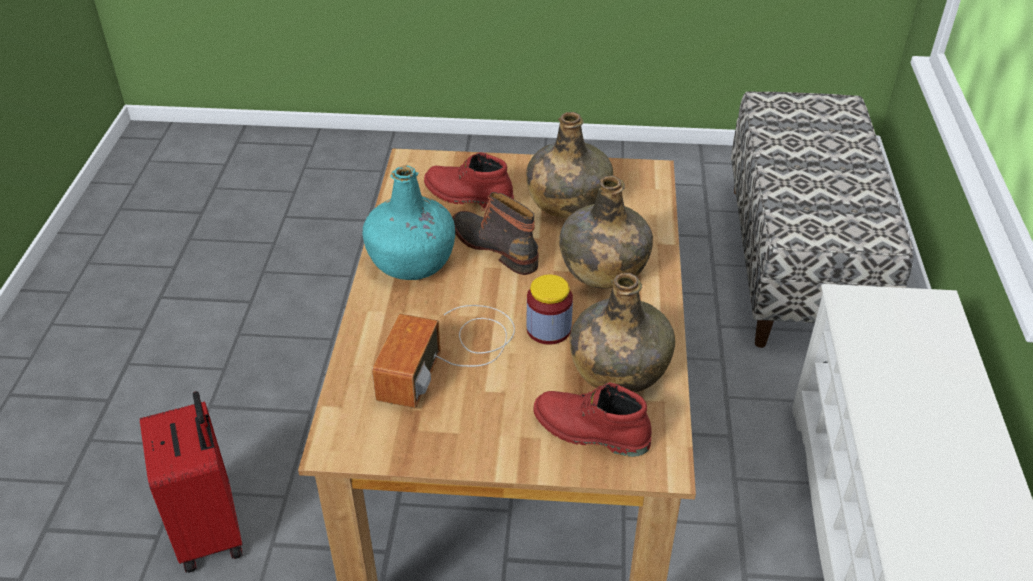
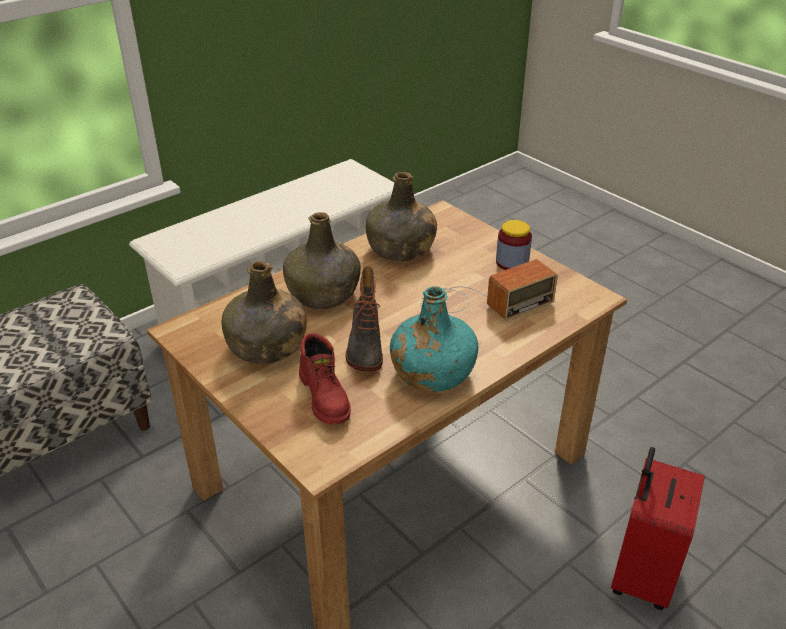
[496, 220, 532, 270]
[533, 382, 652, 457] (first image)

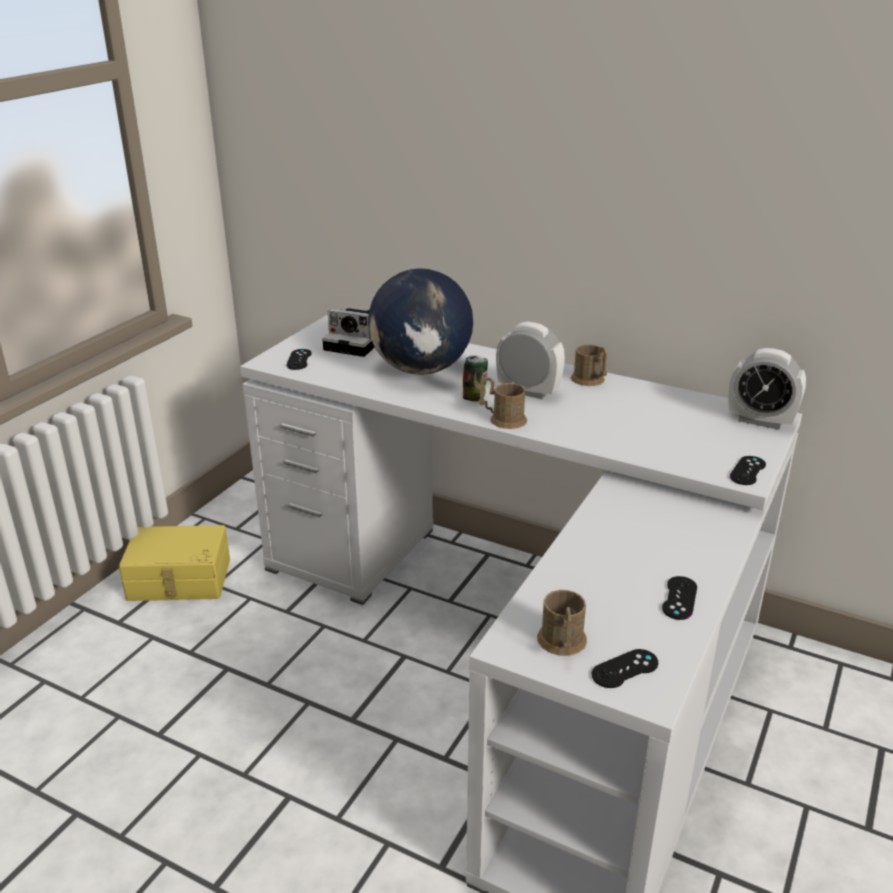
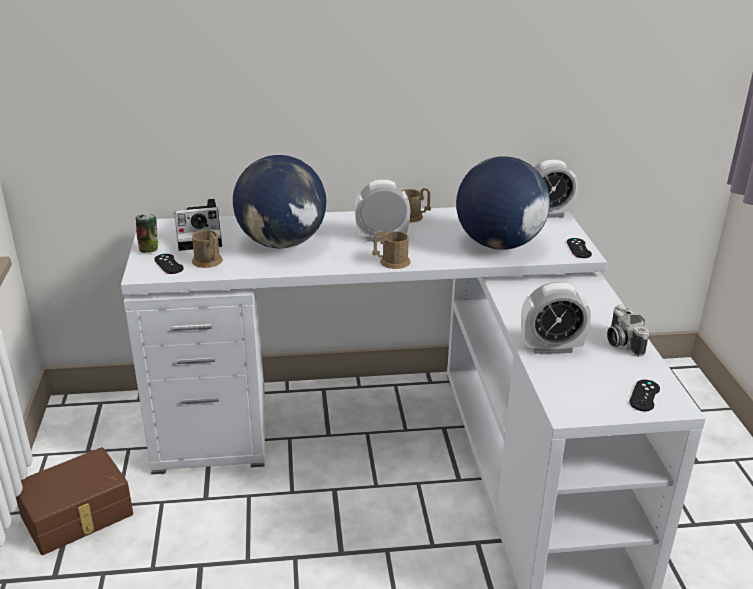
[16, 447, 133, 555]
[135, 214, 158, 253]
[192, 230, 223, 268]
[607, 305, 650, 357]
[456, 156, 550, 250]
[521, 282, 591, 354]

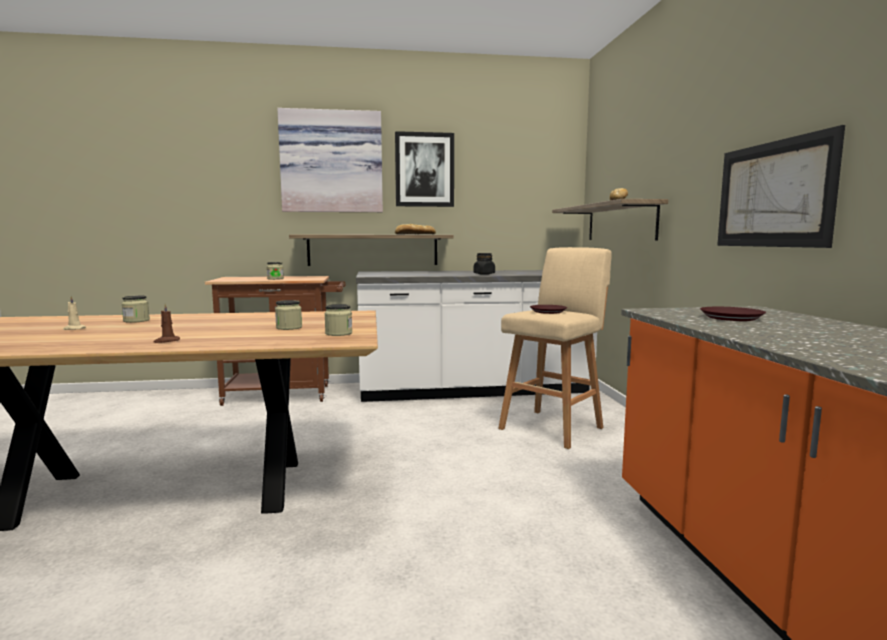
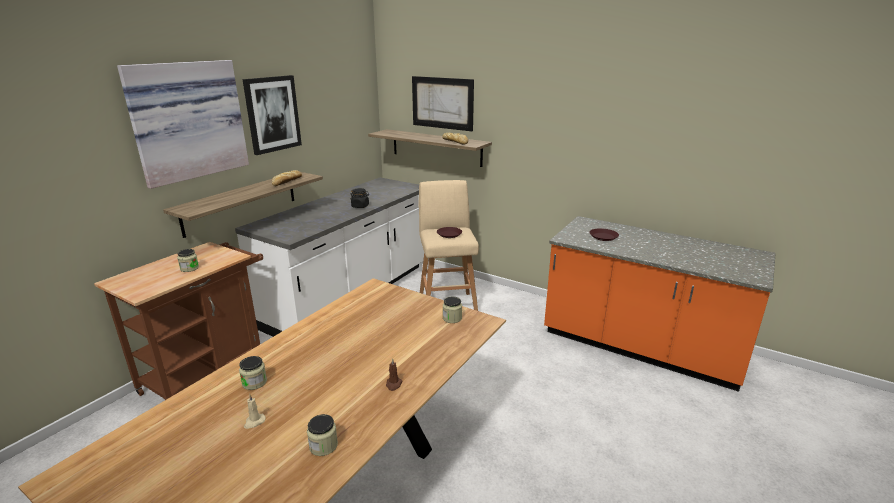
[307, 414, 338, 456]
[412, 76, 474, 131]

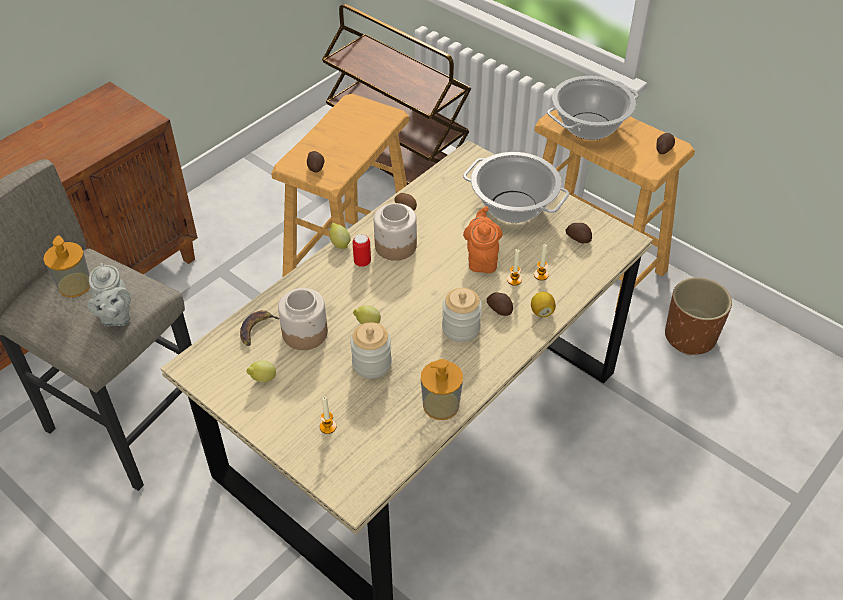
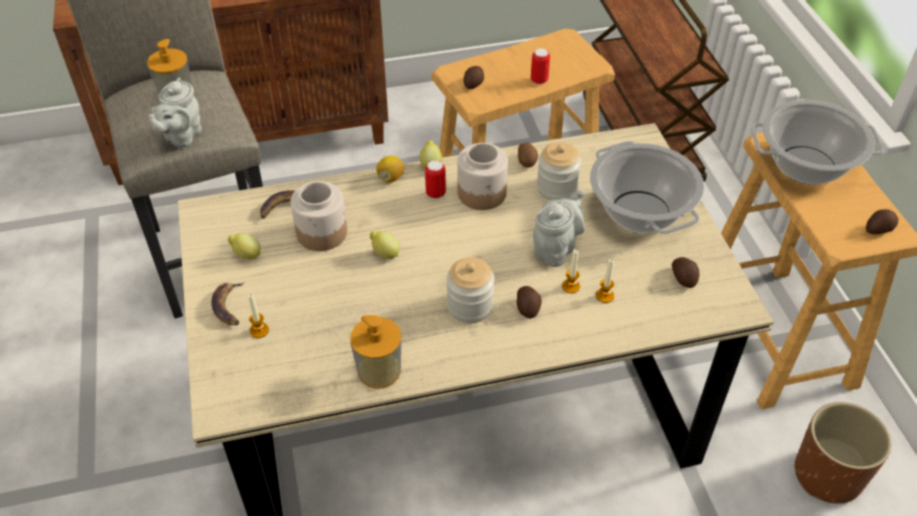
[537, 142, 581, 201]
[533, 190, 585, 267]
[376, 156, 404, 183]
[211, 283, 244, 325]
[531, 48, 550, 84]

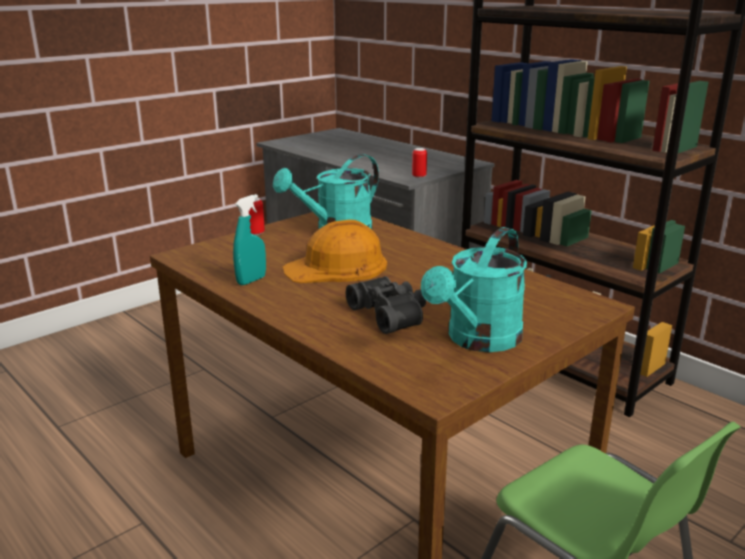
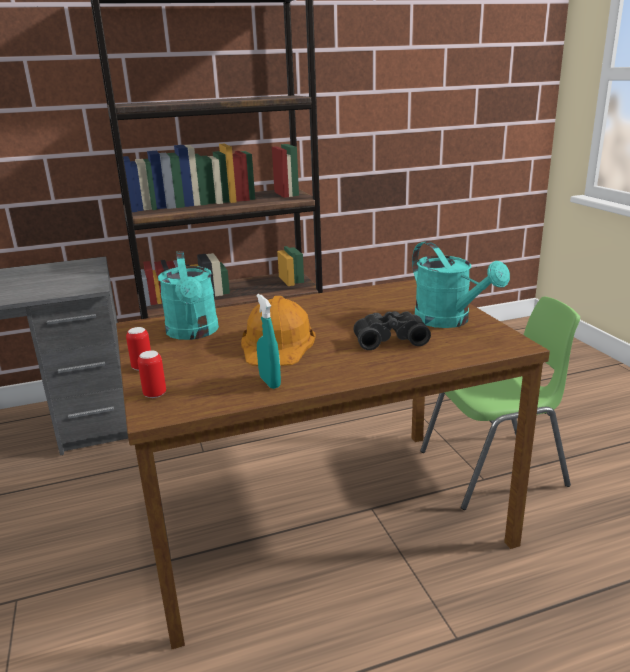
[138, 350, 166, 398]

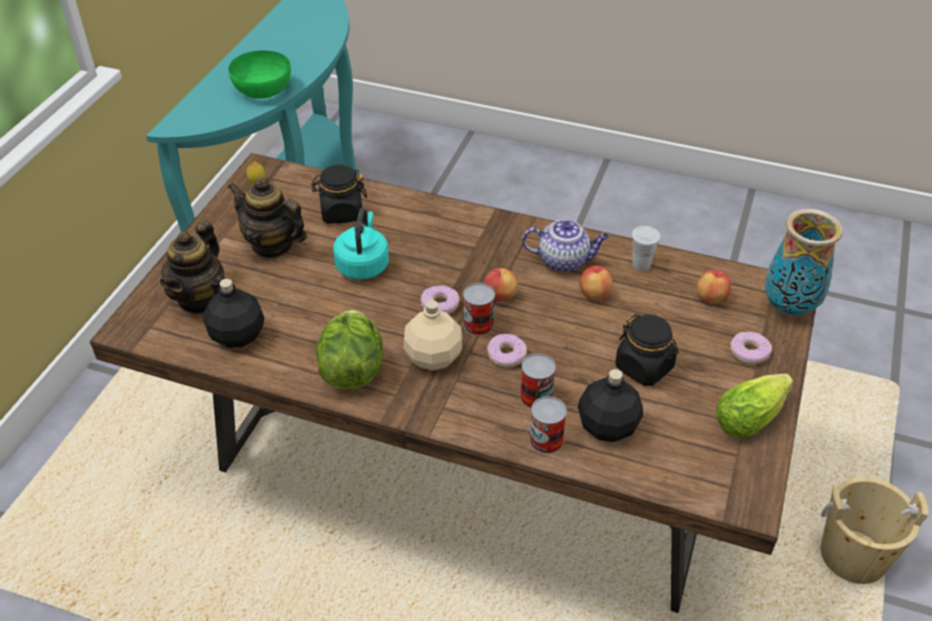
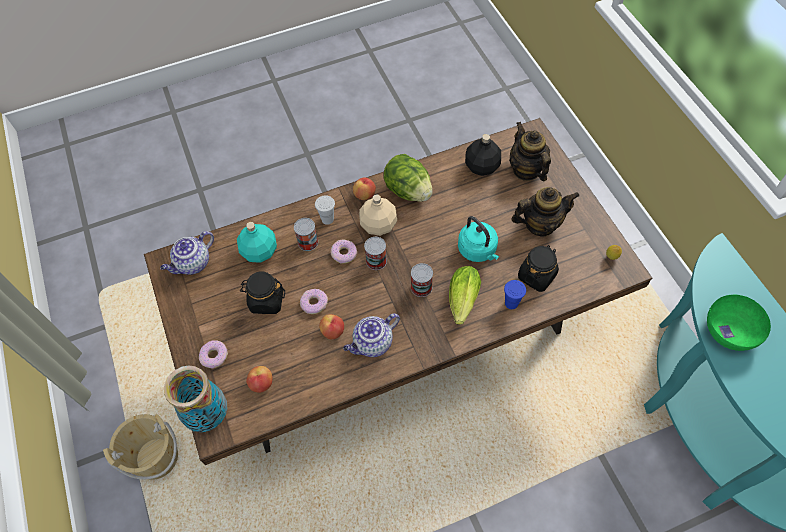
[300, 289, 328, 314]
[353, 178, 376, 200]
[411, 263, 433, 297]
[237, 222, 277, 263]
[315, 195, 335, 225]
[449, 266, 481, 325]
[160, 231, 214, 275]
[504, 280, 526, 309]

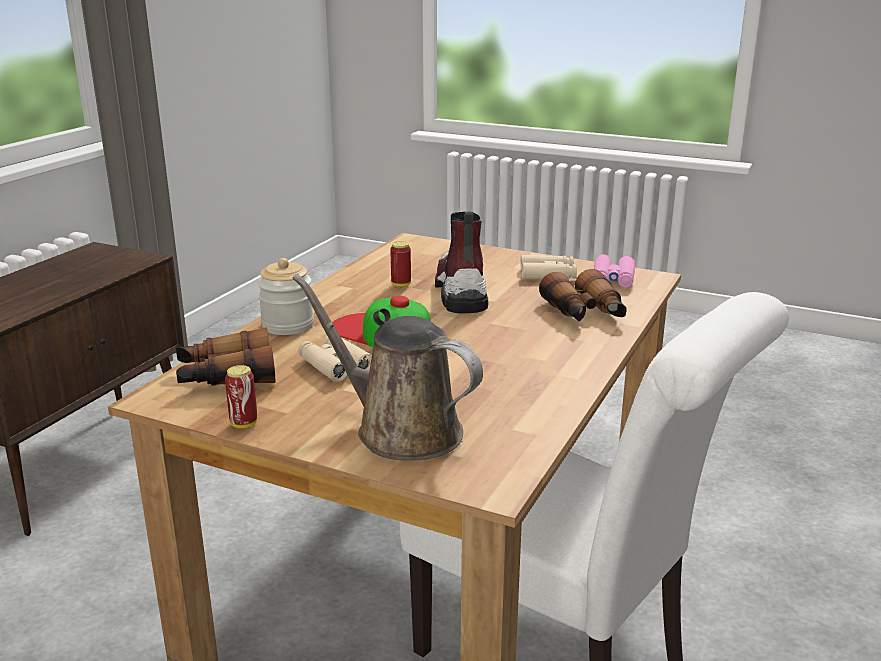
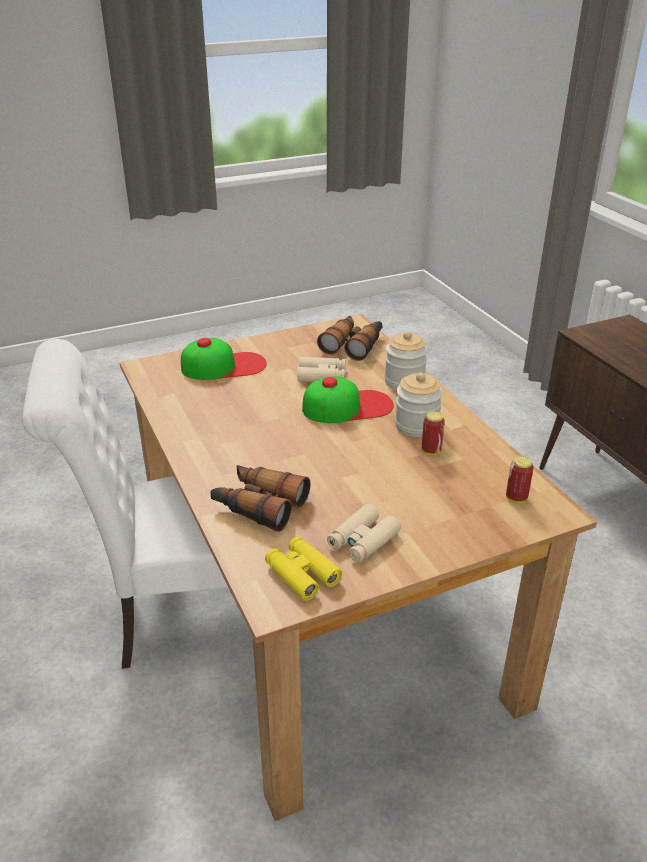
[506, 456, 533, 504]
[181, 338, 267, 380]
[435, 211, 488, 313] (first image)
[265, 536, 342, 601]
[395, 373, 443, 437]

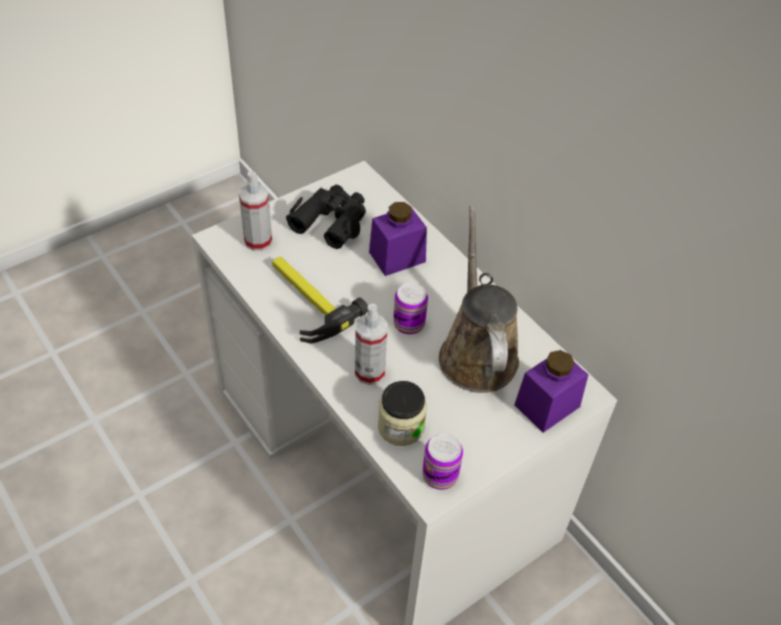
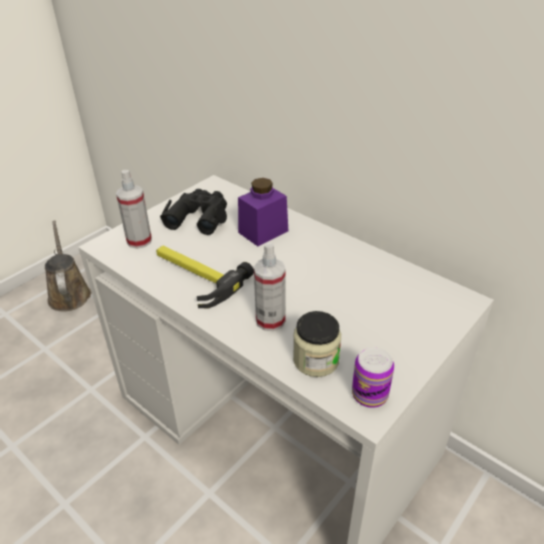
[393, 283, 428, 335] (first image)
[45, 221, 91, 311]
[514, 350, 588, 433] (first image)

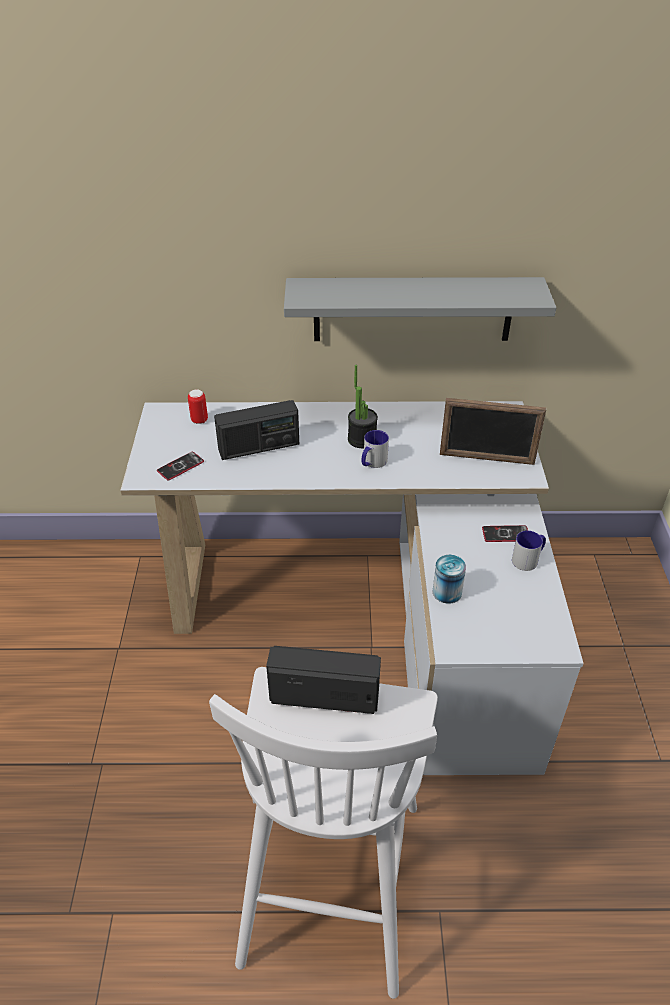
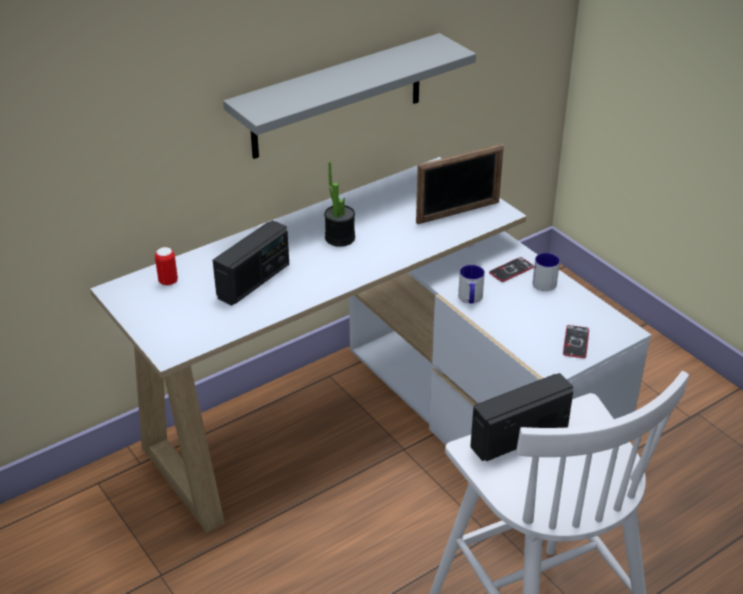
[563, 325, 589, 358]
[458, 265, 485, 304]
[433, 555, 466, 604] (first image)

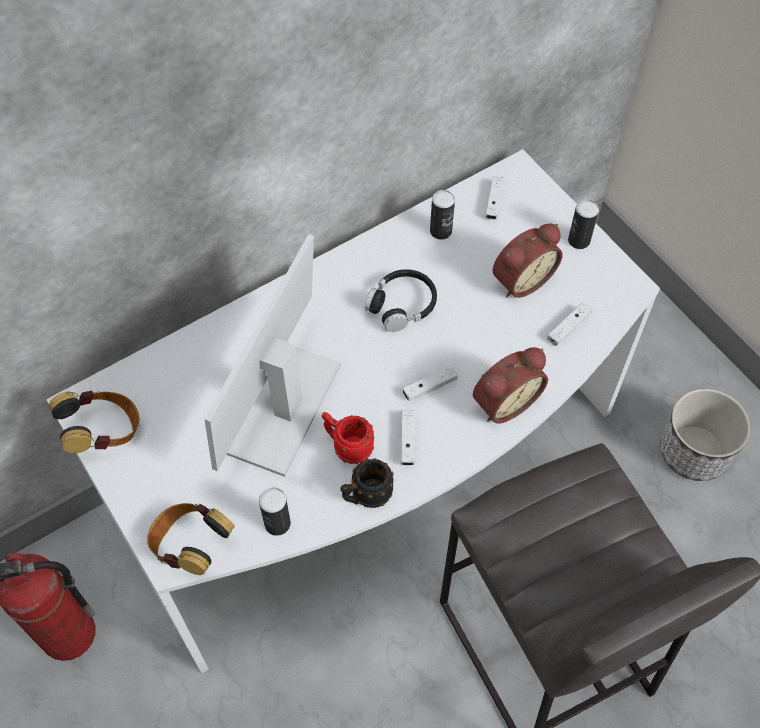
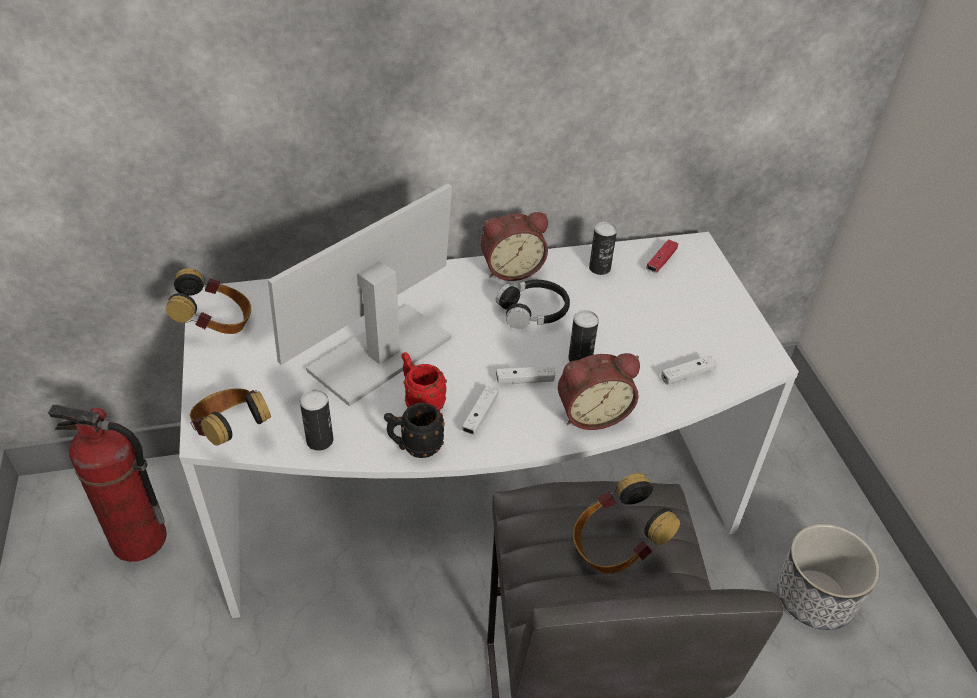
[646, 239, 678, 273]
[481, 212, 548, 281]
[568, 310, 599, 362]
[573, 473, 680, 573]

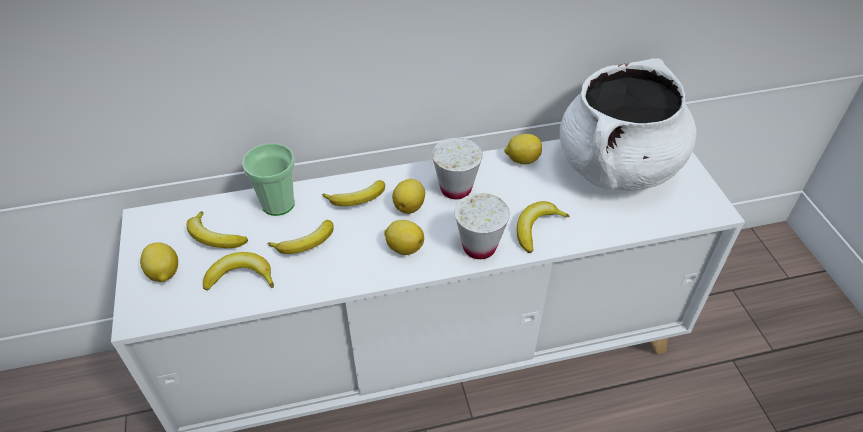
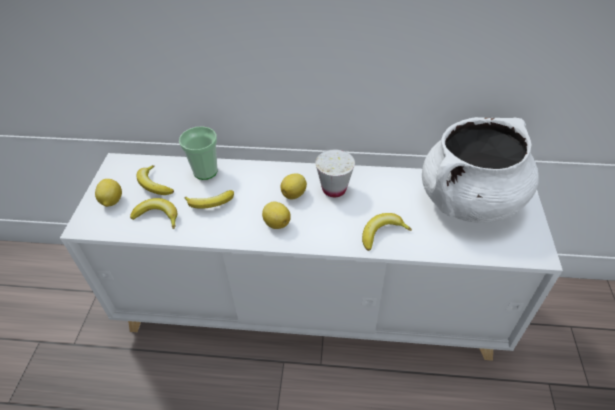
[322, 180, 385, 206] (first image)
[455, 193, 510, 259] (first image)
[504, 134, 542, 164] (first image)

